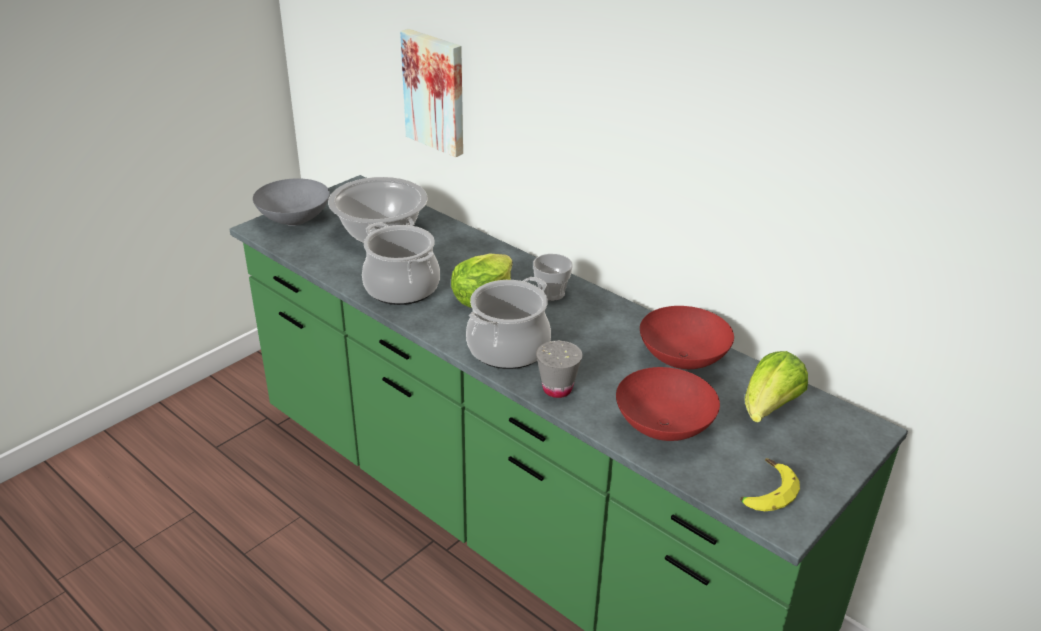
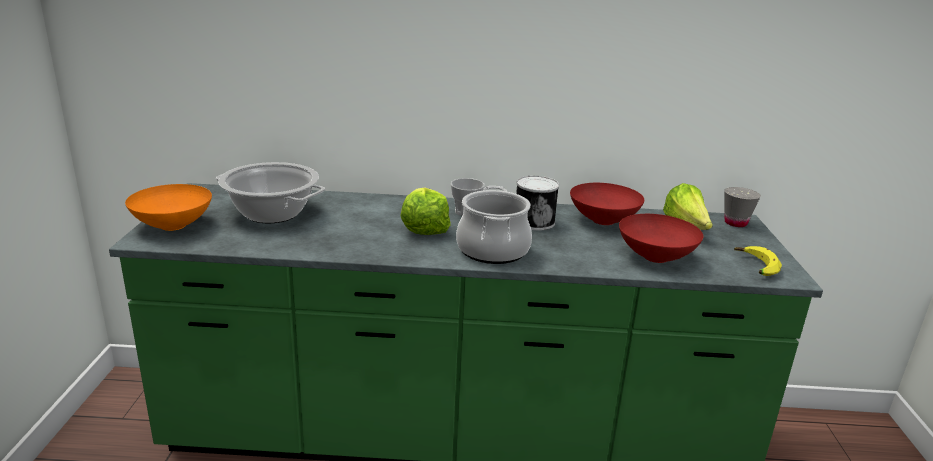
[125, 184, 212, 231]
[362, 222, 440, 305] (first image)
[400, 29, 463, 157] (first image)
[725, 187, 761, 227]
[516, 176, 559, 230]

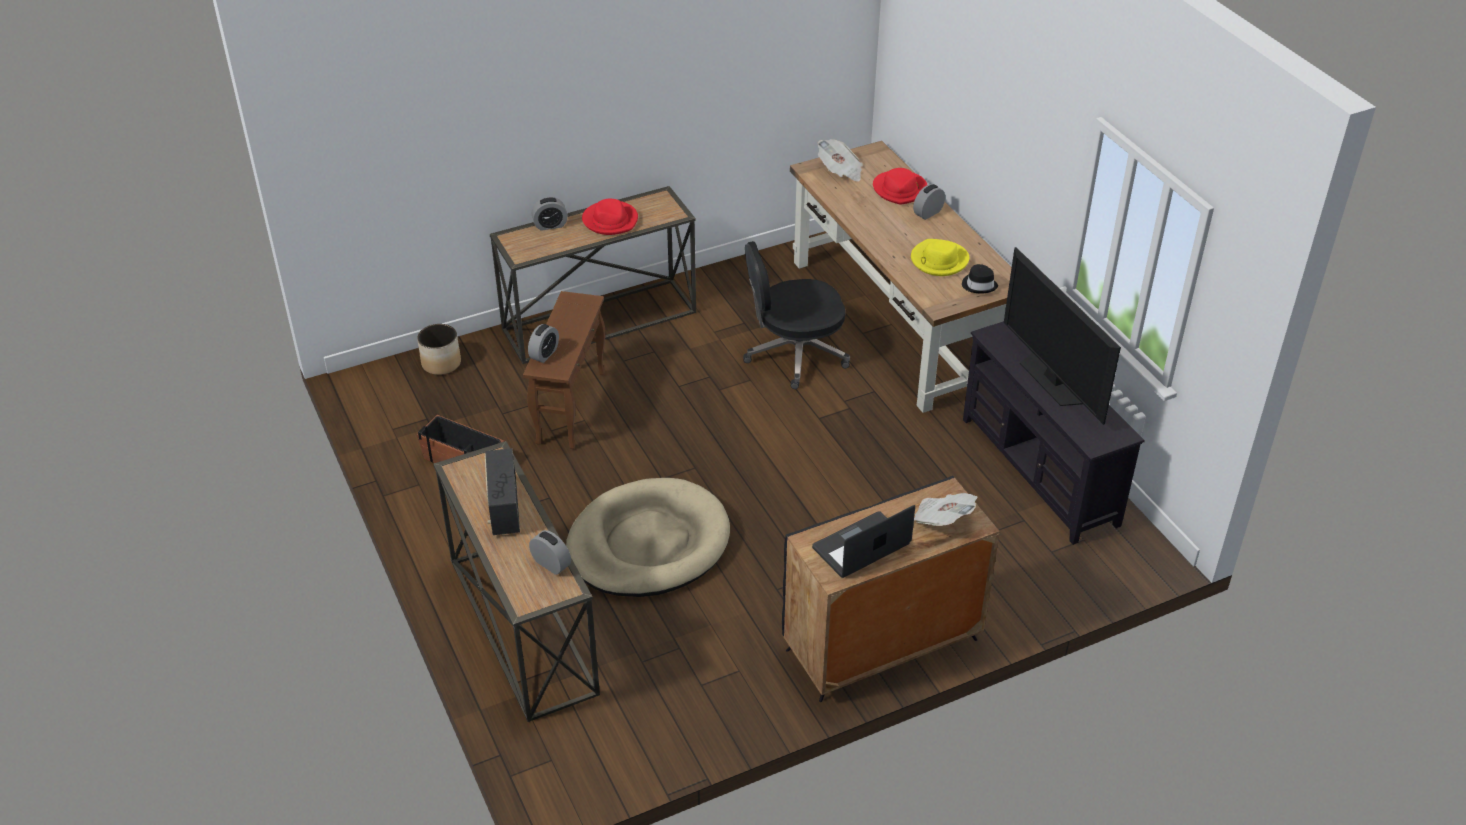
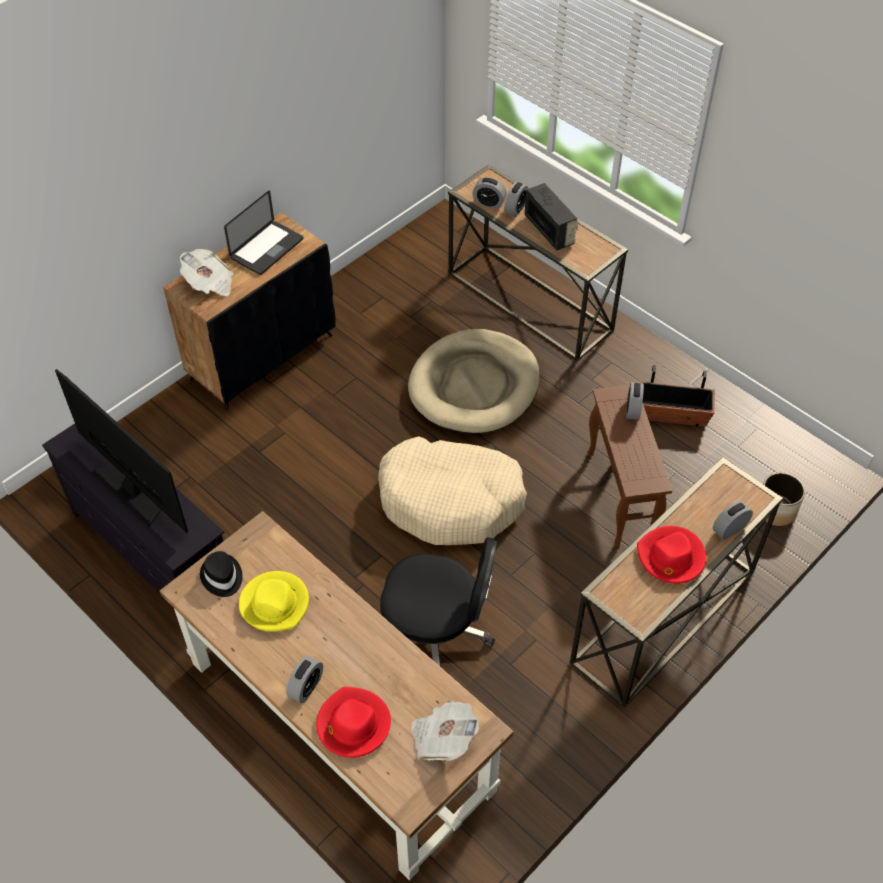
[380, 537, 497, 667]
[378, 436, 527, 545]
[504, 182, 528, 217]

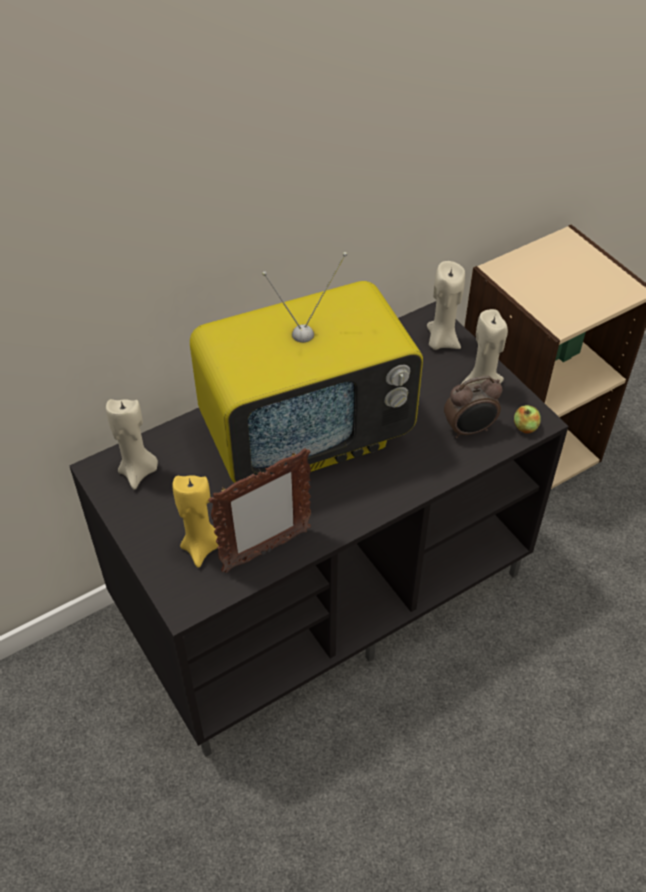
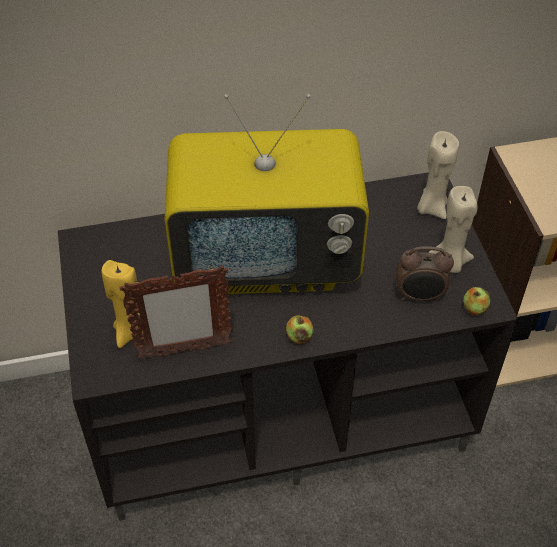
[106, 399, 158, 489] (first image)
[286, 315, 314, 344]

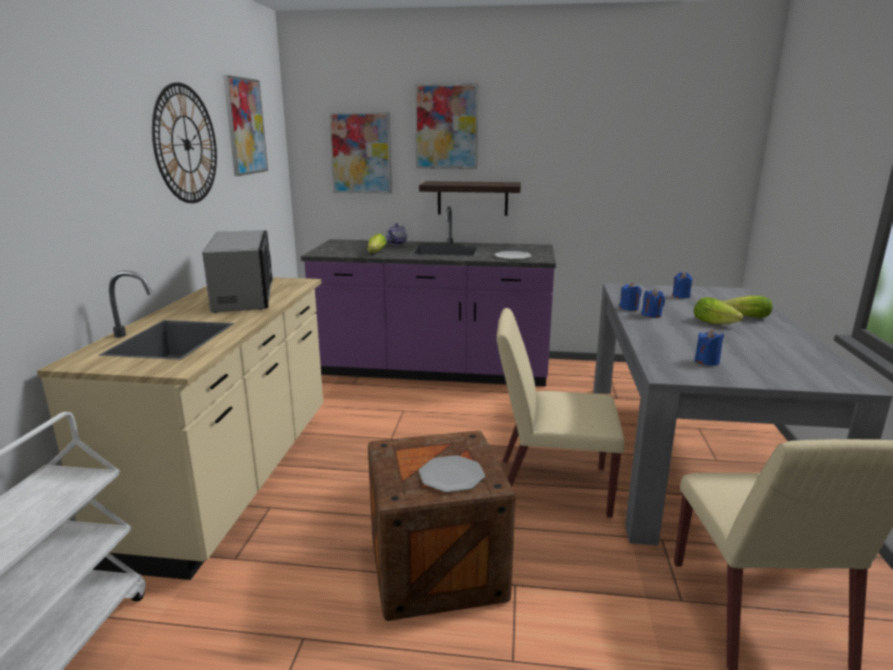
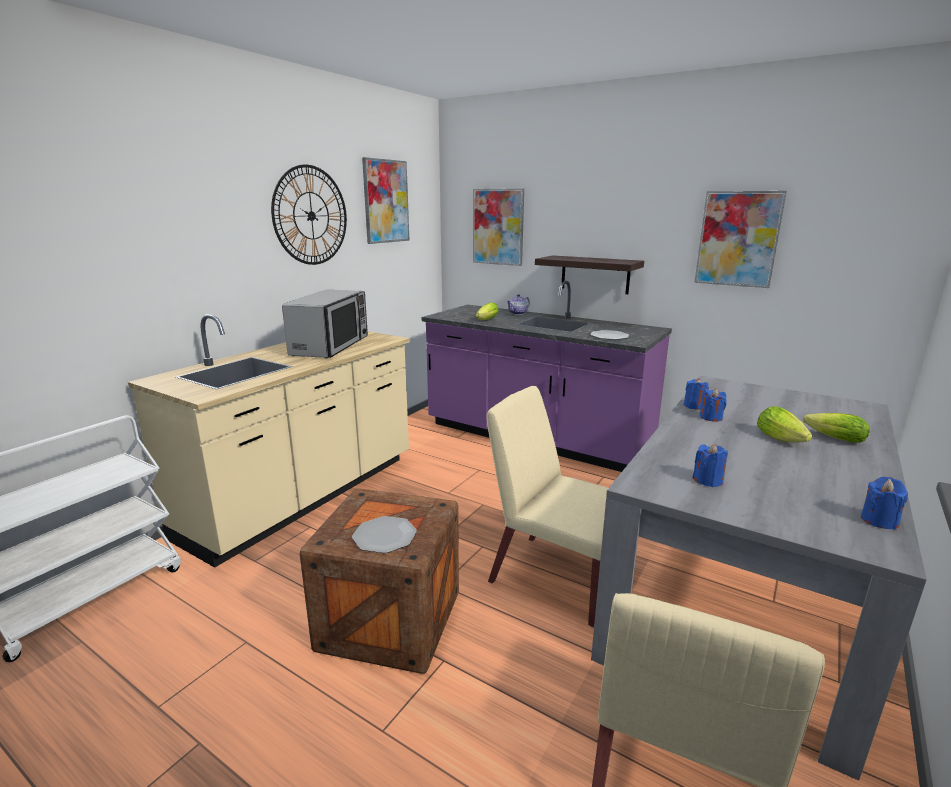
[694, 191, 787, 288]
[861, 477, 908, 530]

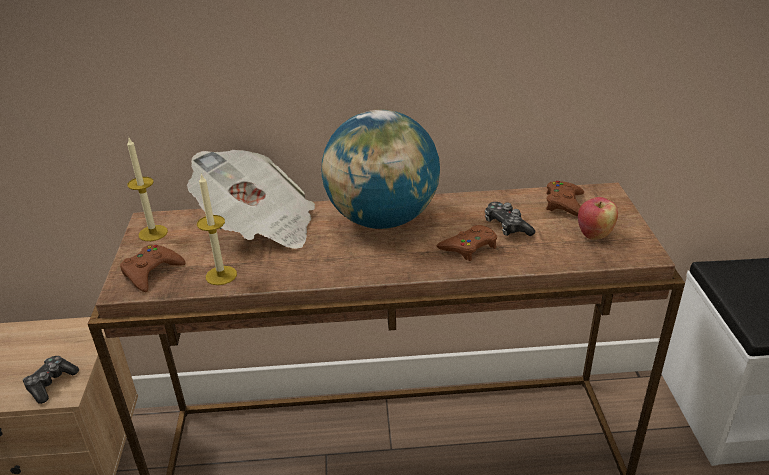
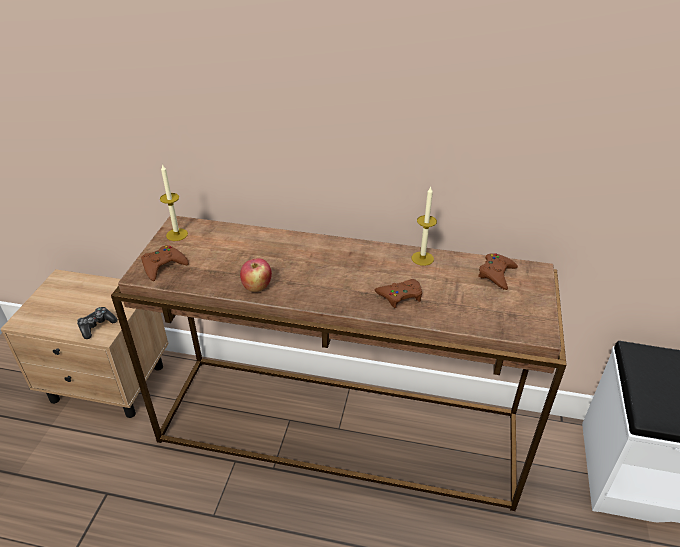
[187, 150, 315, 249] (first image)
[412, 187, 437, 266]
[322, 109, 440, 229] (first image)
[485, 202, 535, 236] (first image)
[240, 258, 272, 292]

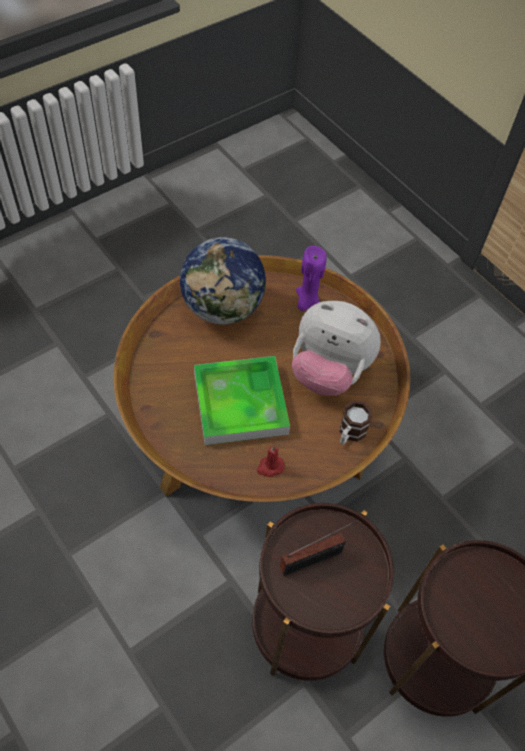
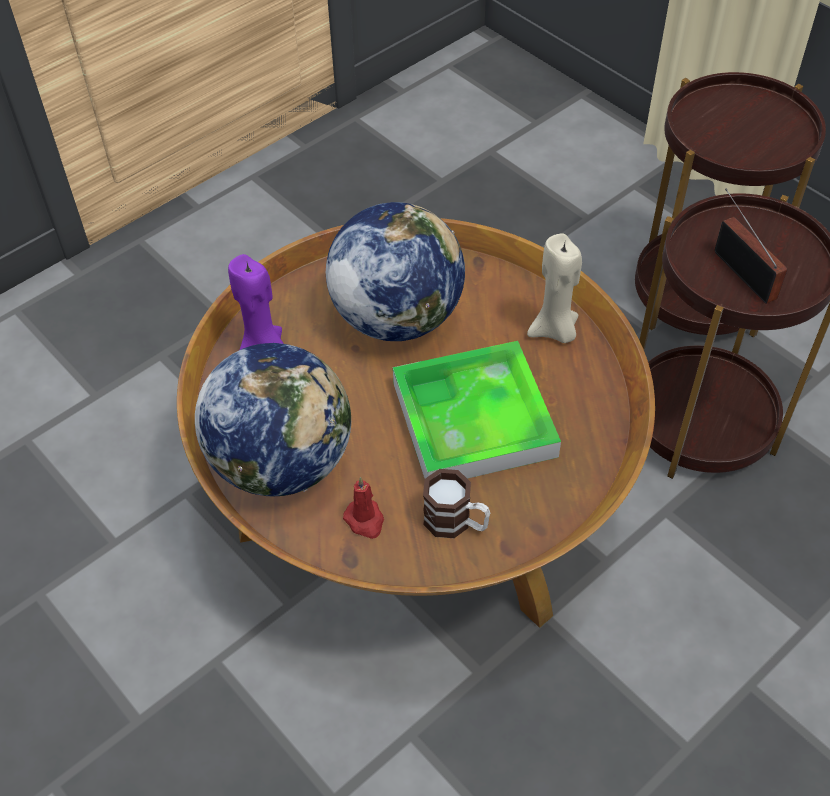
[343, 477, 384, 539]
[326, 202, 465, 341]
[423, 469, 490, 538]
[527, 233, 582, 343]

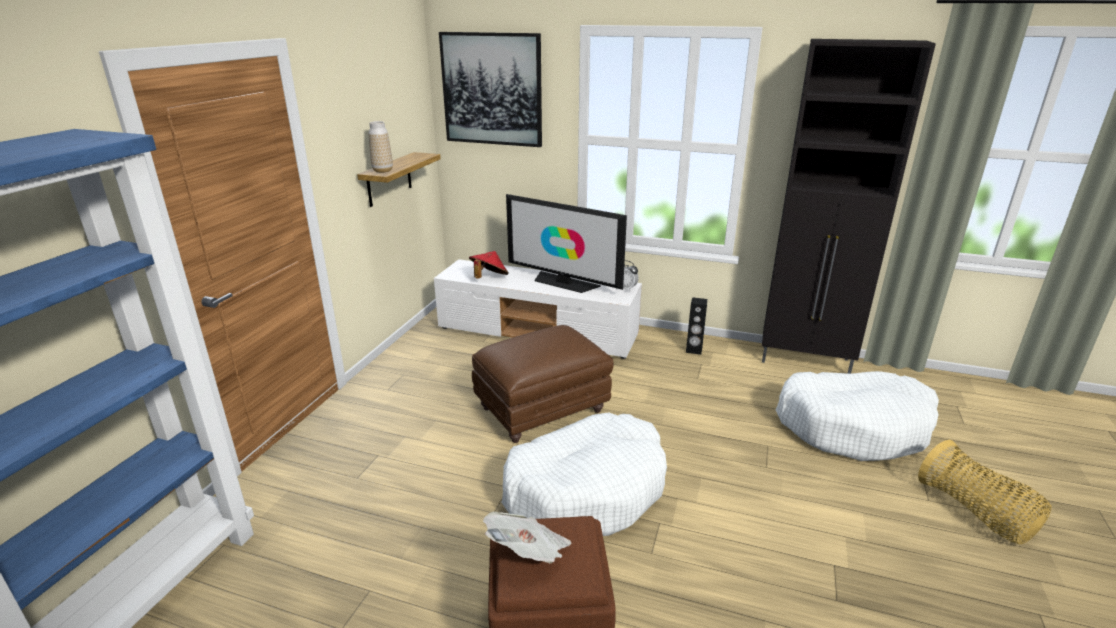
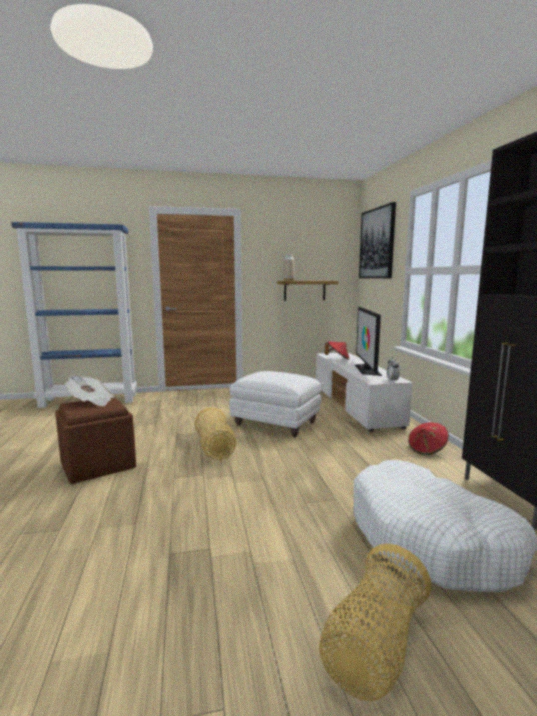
[229, 371, 322, 437]
[195, 407, 236, 460]
[408, 422, 449, 455]

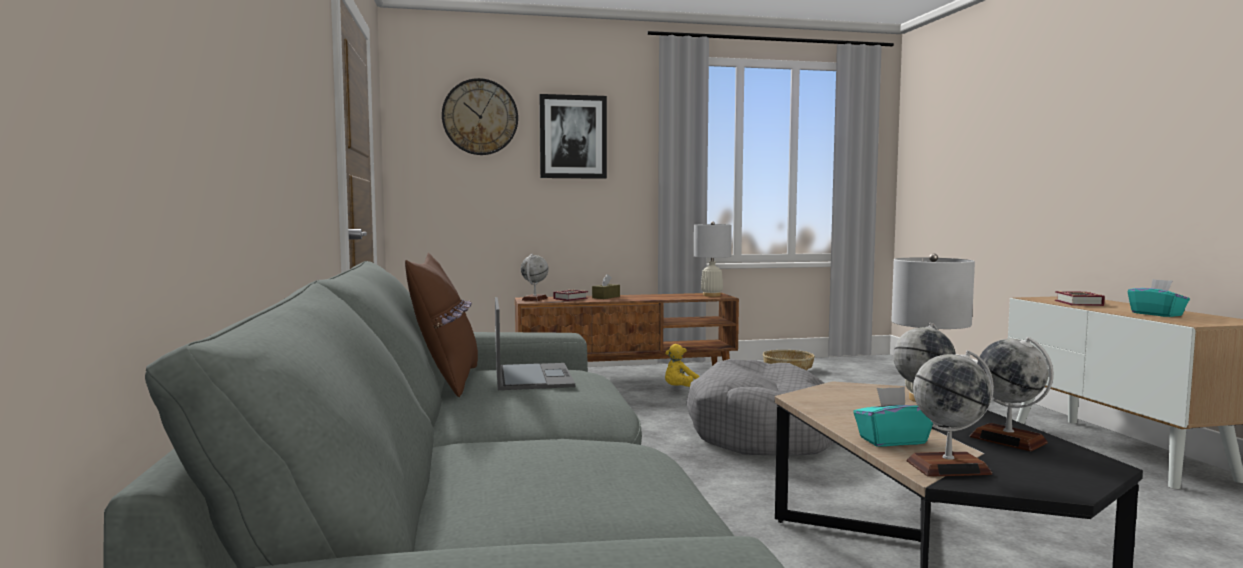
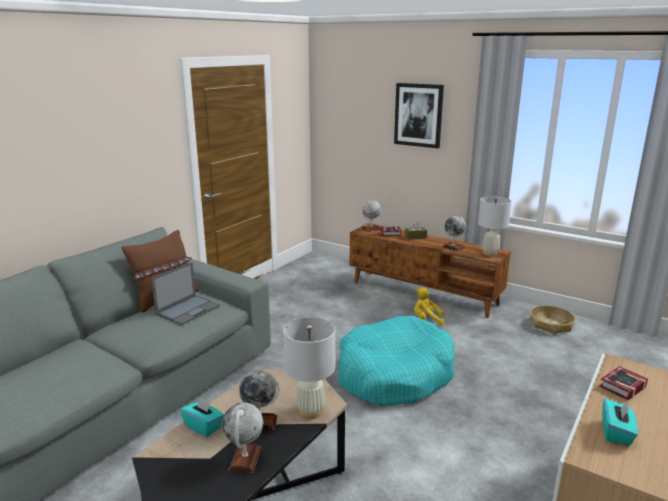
[442, 78, 518, 155] (first image)
[338, 316, 455, 406]
[442, 216, 466, 251]

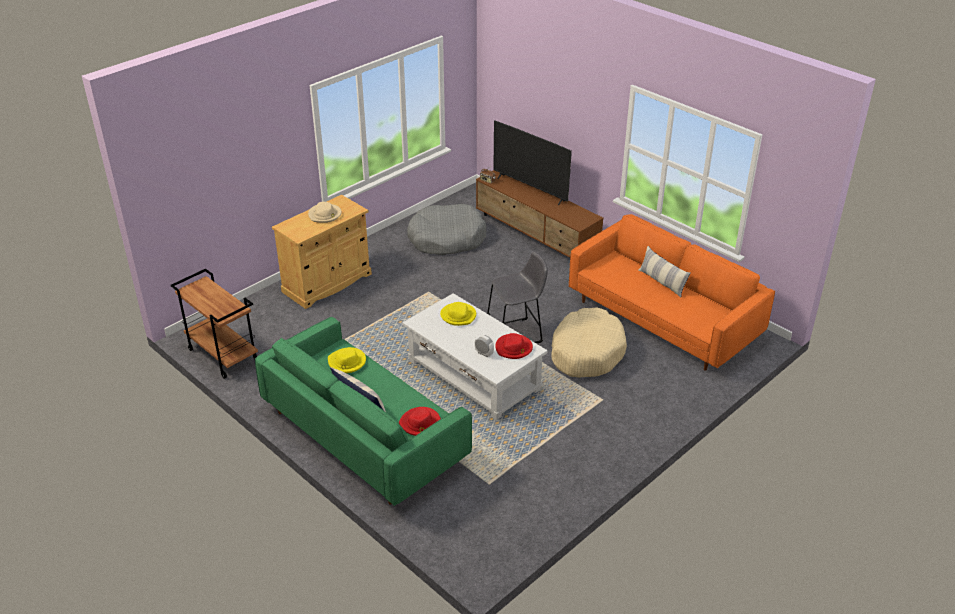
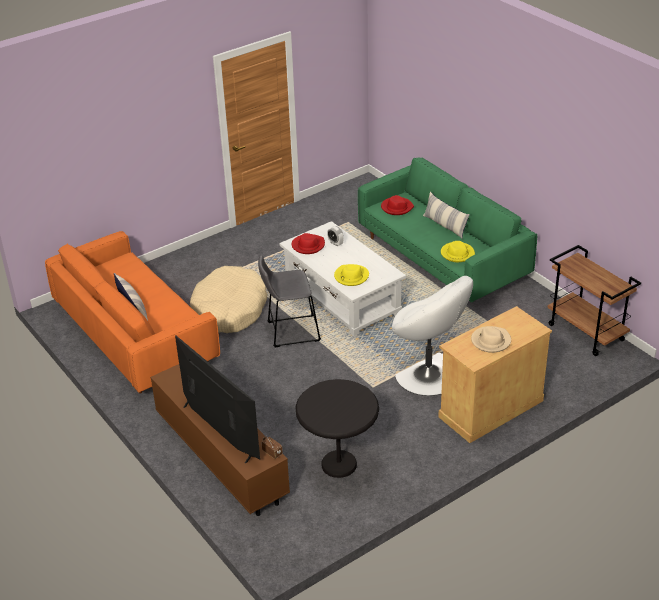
[296, 379, 379, 478]
[392, 276, 473, 396]

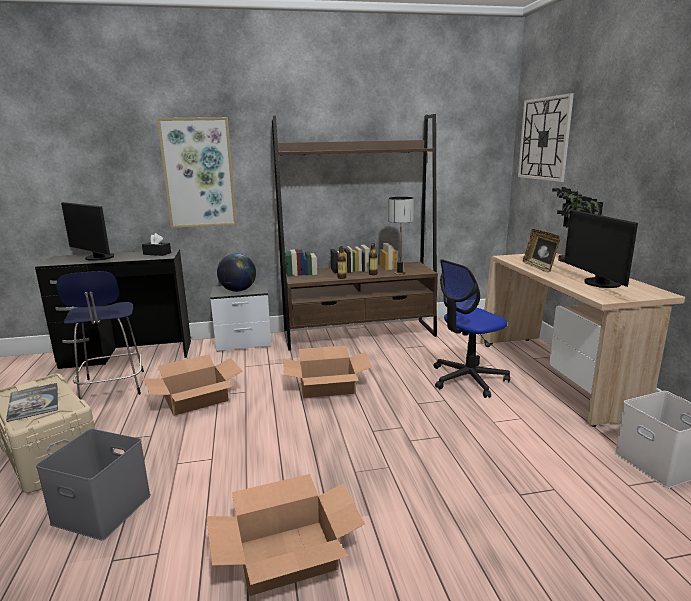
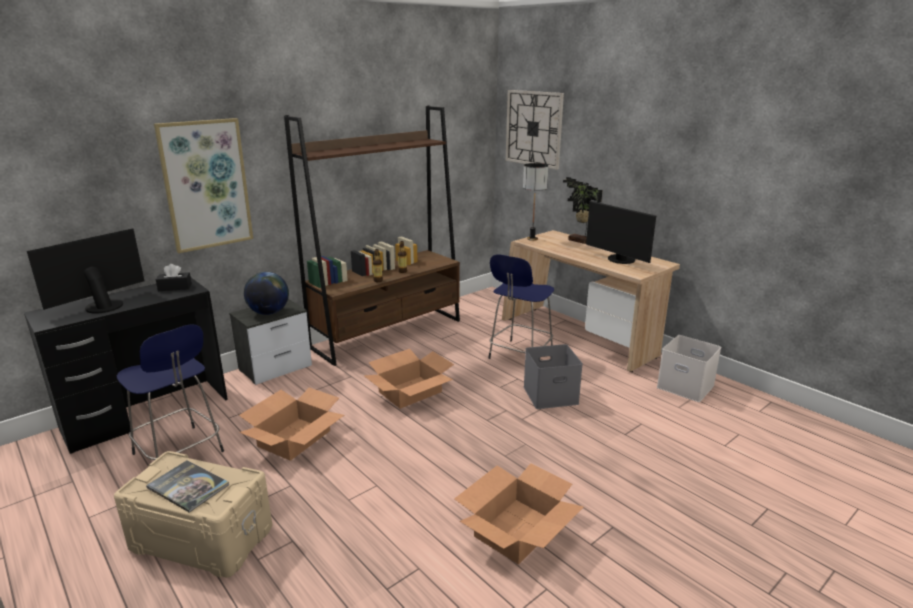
[524, 344, 583, 409]
[27, 228, 144, 314]
[523, 163, 548, 241]
[488, 255, 554, 359]
[523, 229, 560, 273] (first image)

